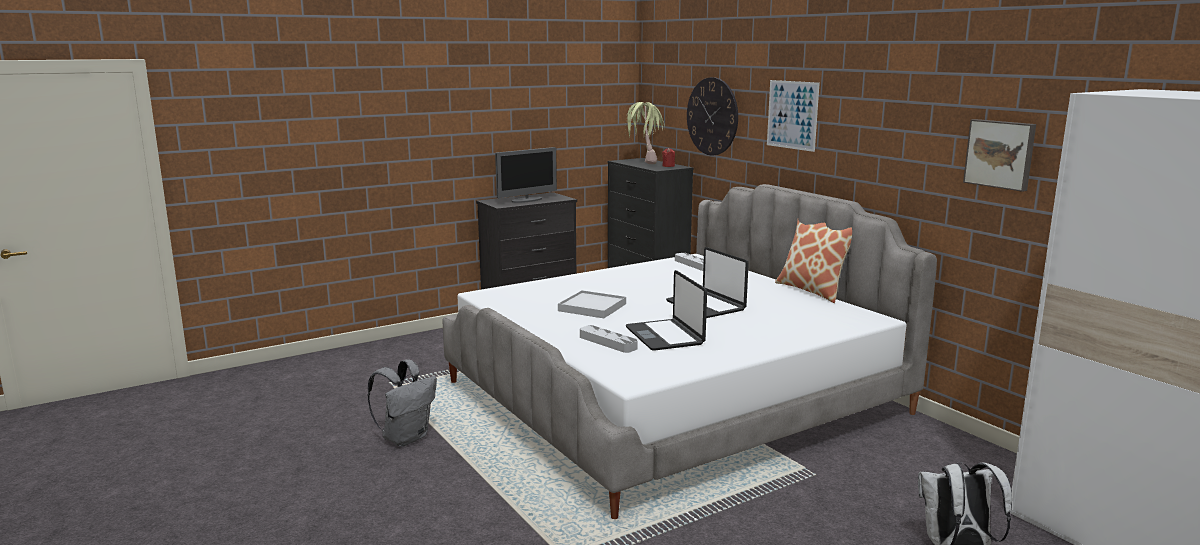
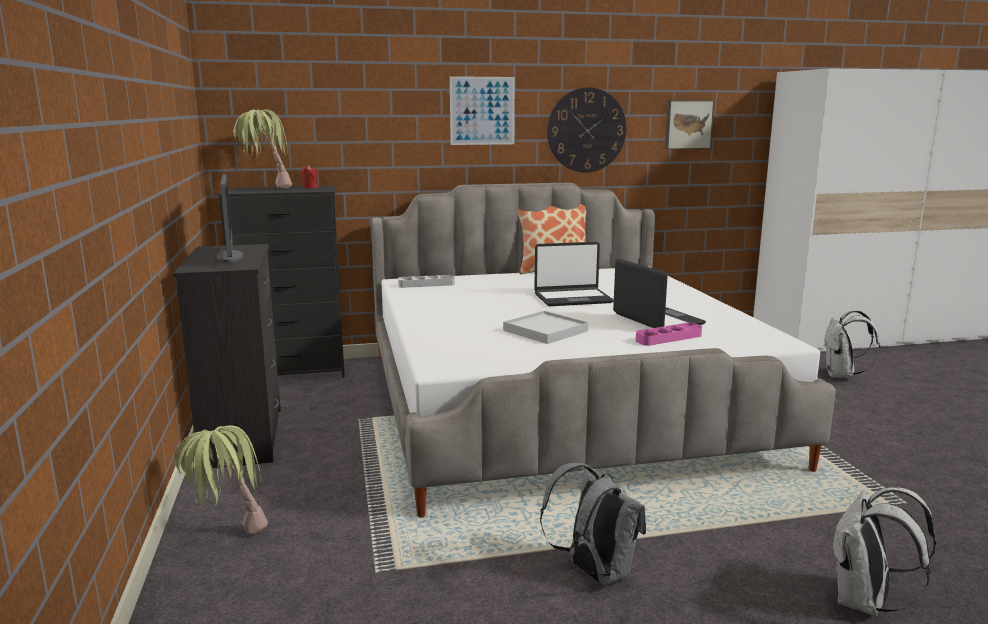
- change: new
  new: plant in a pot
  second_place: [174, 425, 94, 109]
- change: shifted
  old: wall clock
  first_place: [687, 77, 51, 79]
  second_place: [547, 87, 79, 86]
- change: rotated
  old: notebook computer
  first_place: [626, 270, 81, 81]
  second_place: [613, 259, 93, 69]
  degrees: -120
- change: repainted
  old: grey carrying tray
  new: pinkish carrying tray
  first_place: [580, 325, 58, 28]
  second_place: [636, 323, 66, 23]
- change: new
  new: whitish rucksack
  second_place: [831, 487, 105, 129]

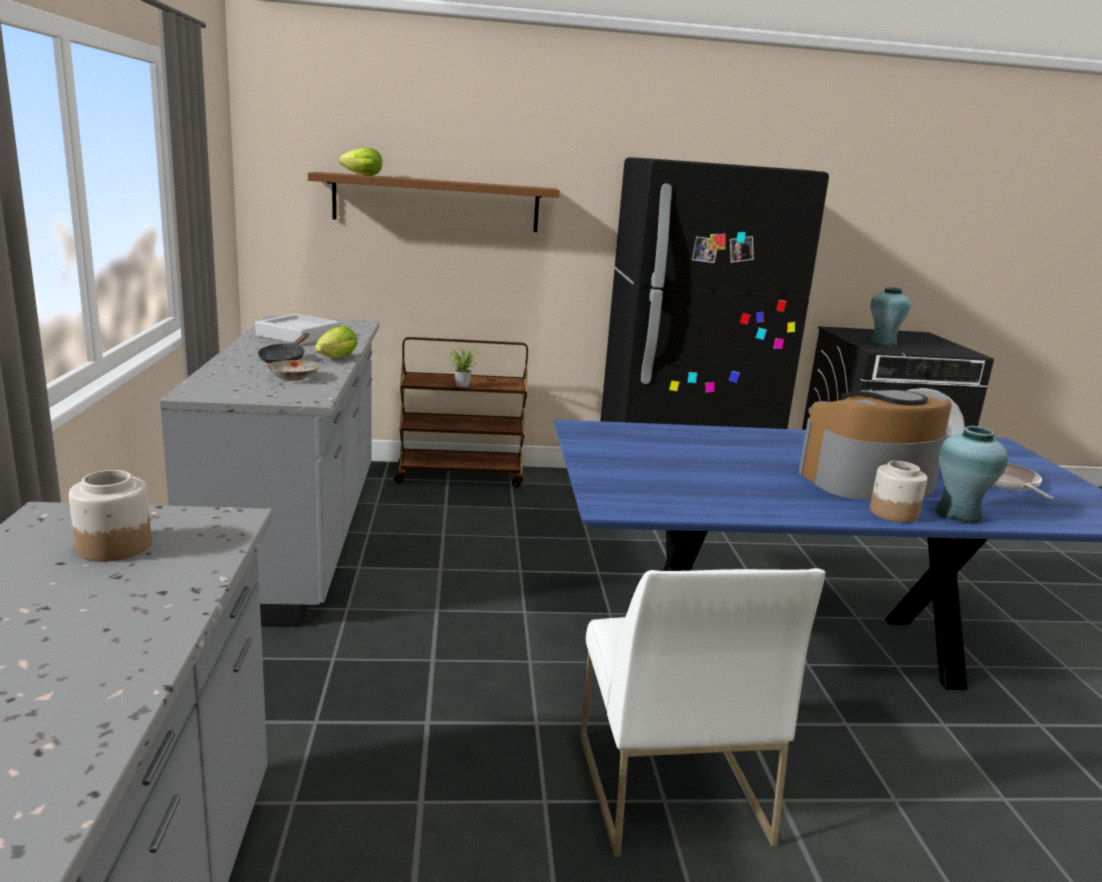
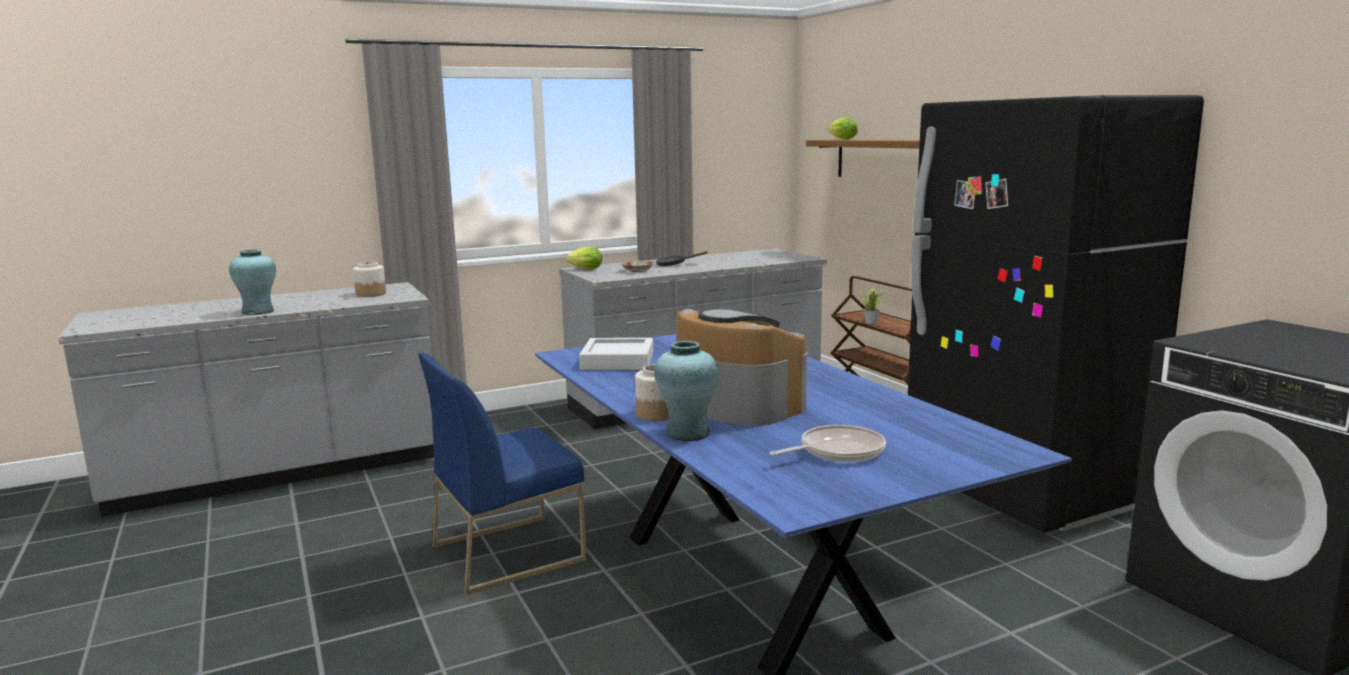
- change: shifted
  old: blue-green vase
  first_place: [870, 287, 41, 59]
  second_place: [229, 249, 47, 66]
- change: repainted
  old: whitish chair
  new: blue-coloured chair
  first_place: [580, 568, 246, 290]
  second_place: [418, 353, 169, 242]
- change: shifted
  old: lettuce
  first_place: [315, 326, 43, 32]
  second_place: [566, 247, 36, 22]
- change: shifted
  old: grey carrying tray
  first_place: [255, 314, 86, 31]
  second_place: [579, 338, 74, 32]

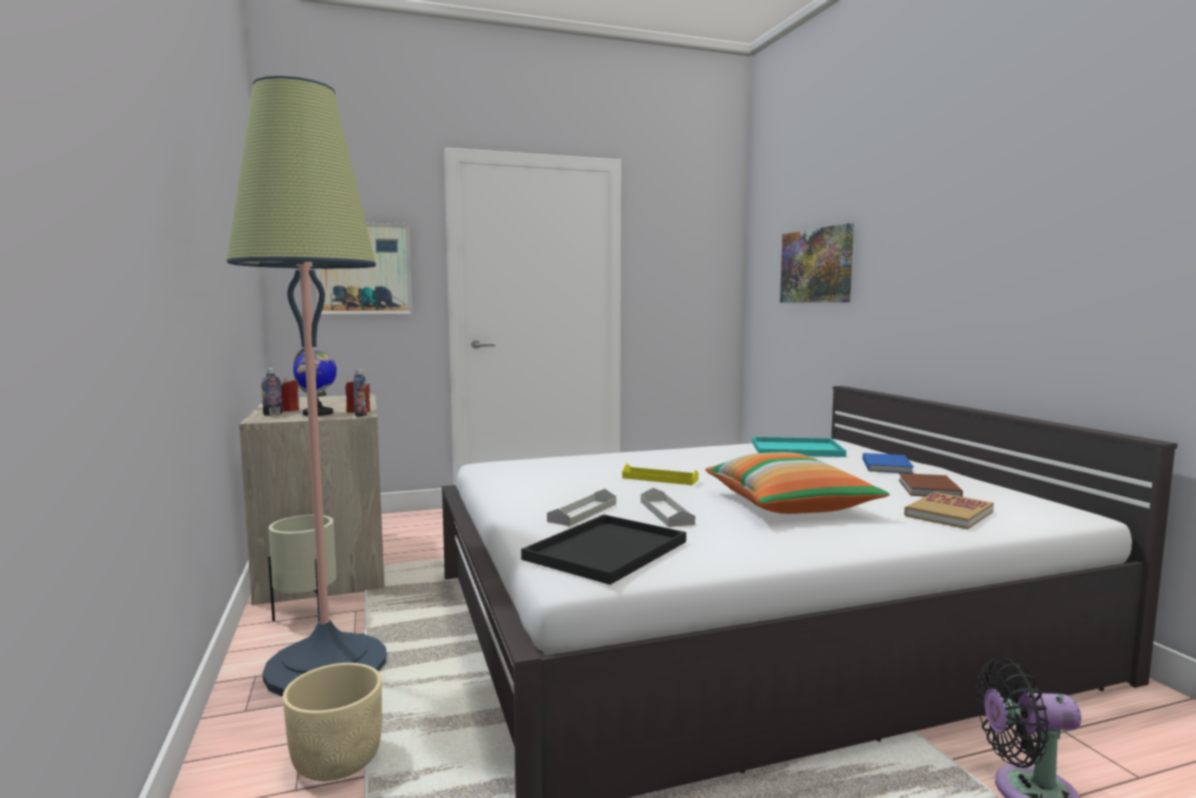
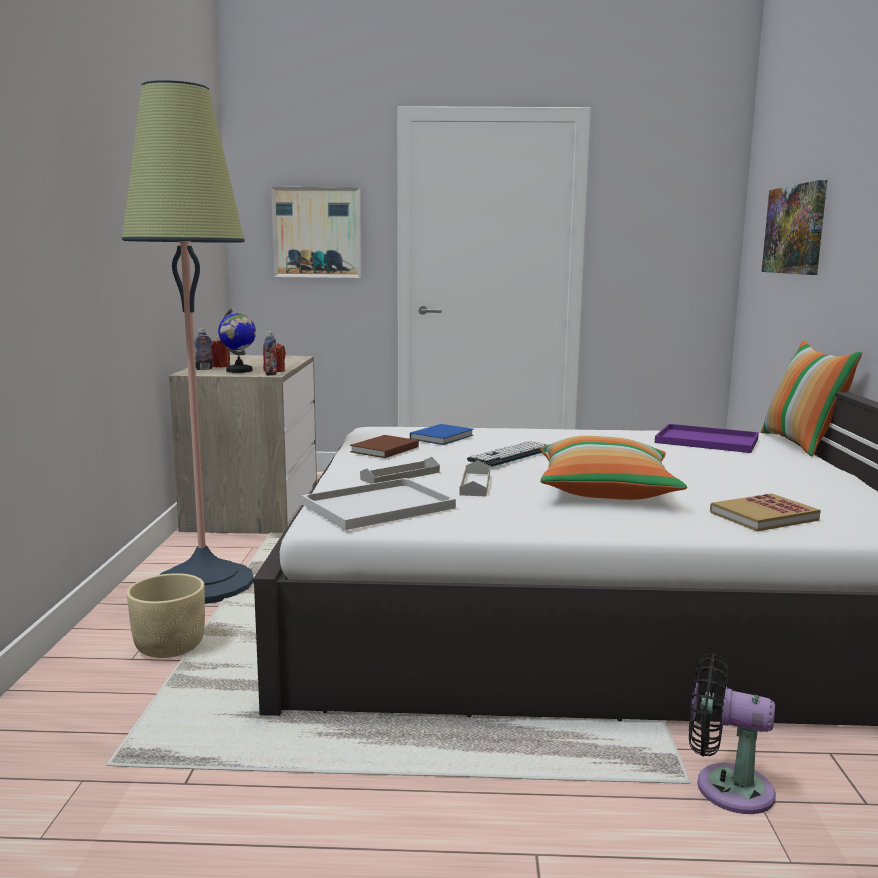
- change: repainted
  old: blackish carrying tray
  new: whitish carrying tray
  first_place: [521, 515, 165, 70]
  second_place: [302, 478, 154, 52]
- change: shifted
  old: brownish book
  first_place: [899, 473, 64, 24]
  second_place: [350, 435, 69, 23]
- change: shifted
  old: blue-coloured book
  first_place: [863, 453, 51, 21]
  second_place: [410, 424, 64, 21]
- change: swapped
  old: yellow-coloured carrying tray
  new: keyboard
  first_place: [622, 463, 77, 22]
  second_place: [467, 441, 83, 26]
- change: repainted
  old: blue-green carrying tray
  new: purple-coloured carrying tray
  first_place: [752, 437, 94, 20]
  second_place: [655, 424, 104, 29]
- change: new
  new: throw pillow
  second_place: [761, 340, 101, 116]
- change: gone
  old: beige-coloured plant pot
  first_place: [268, 515, 68, 107]

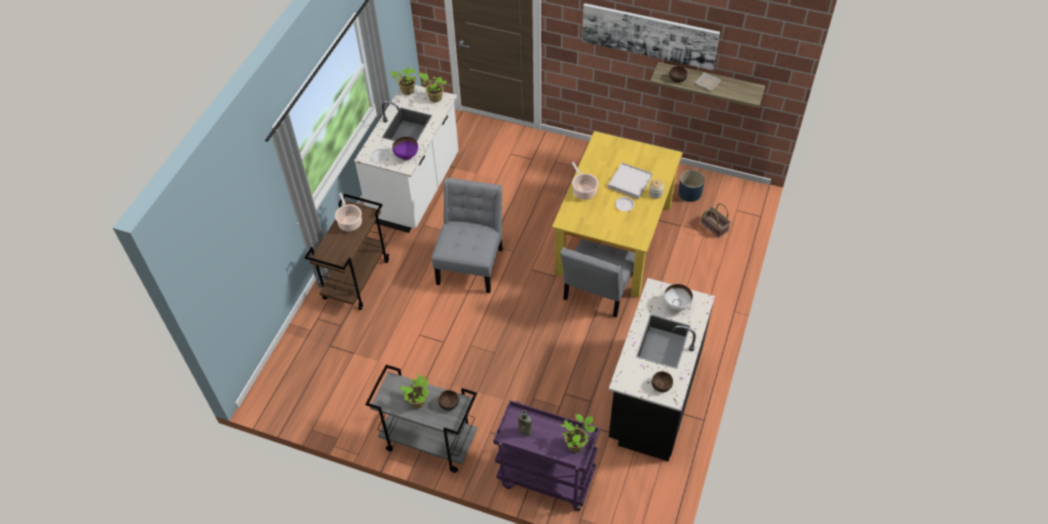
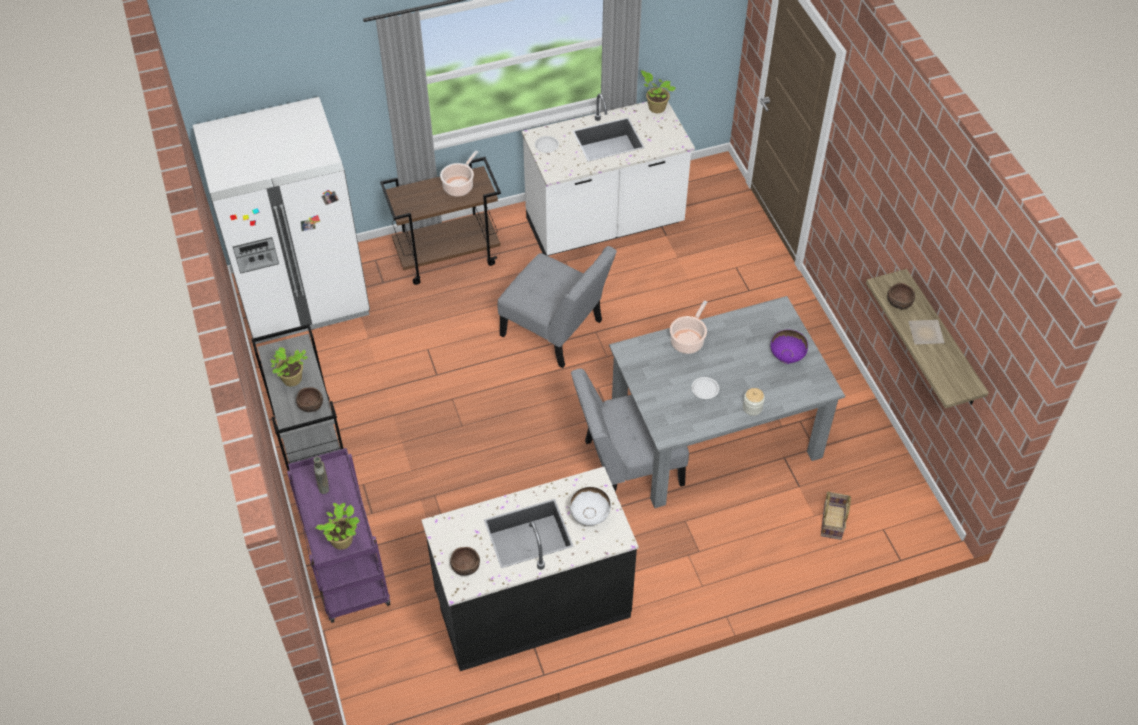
- change: new
  new: whitish fridge
  second_place: [192, 97, 178, 247]
- change: rotated
  old: grey chair
  first_place: [432, 177, 71, 116]
  second_place: [498, 246, 119, 122]
  degrees: 60
- change: repainted
  old: yellow-coloured dining table
  new: grey dining table
  first_place: [552, 131, 131, 166]
  second_place: [609, 296, 236, 212]
- change: shifted
  old: purple-coloured deep dish
  first_place: [392, 136, 26, 25]
  second_place: [771, 330, 37, 34]
- change: gone
  old: plant in a pot
  first_place: [418, 73, 29, 30]
- change: gone
  old: wall art
  first_place: [582, 3, 138, 67]
- change: gone
  old: whitish carrying tray
  first_place: [608, 162, 44, 37]
- change: gone
  old: blue-coloured plant pot
  first_place: [678, 170, 27, 32]

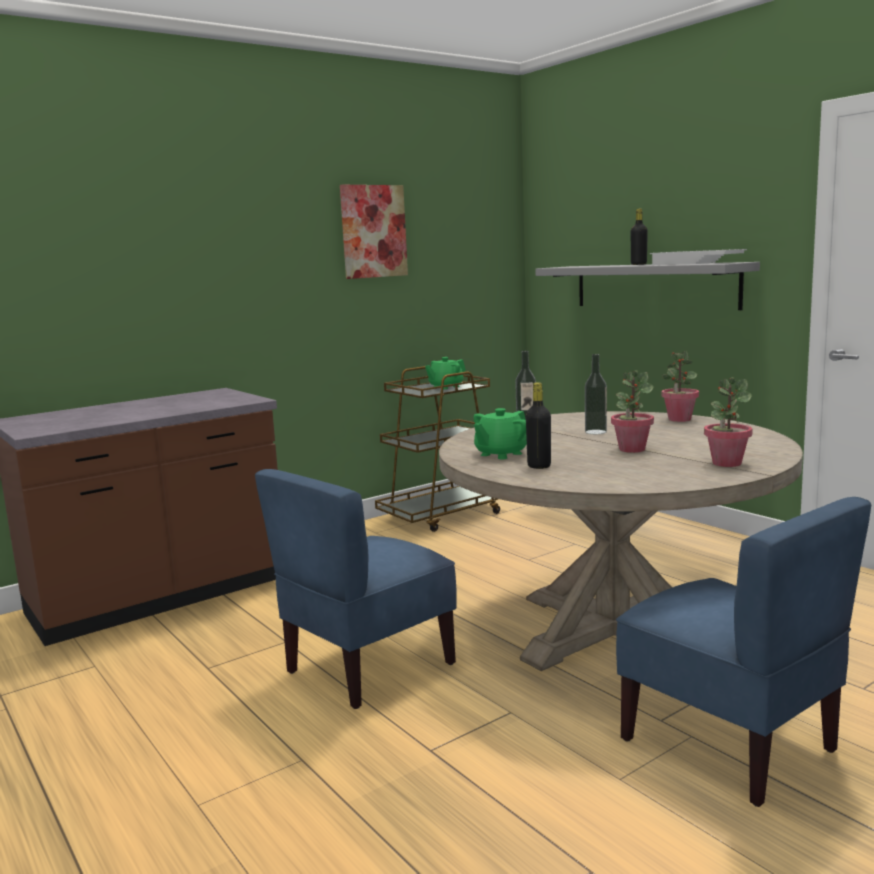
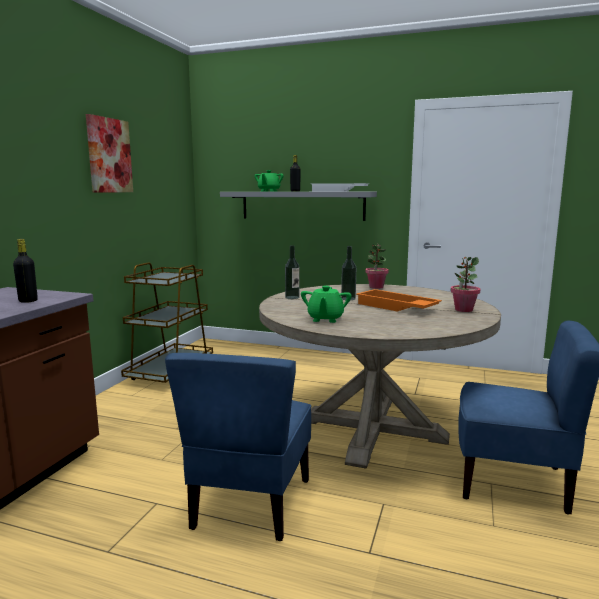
- change: shifted
  old: blackish bottle
  first_place: [526, 382, 25, 87]
  second_place: [13, 239, 25, 64]
- change: shifted
  old: green tea pot
  first_place: [425, 357, 41, 32]
  second_place: [255, 170, 29, 21]
- change: swapped
  old: plant in a pot
  new: orange-coloured carrying tray
  first_place: [611, 370, 43, 83]
  second_place: [356, 289, 86, 23]

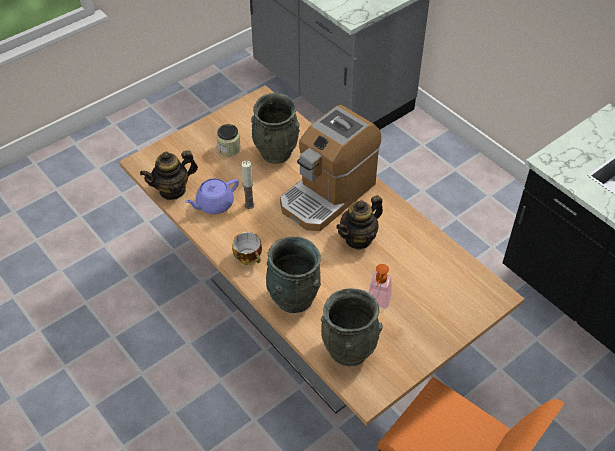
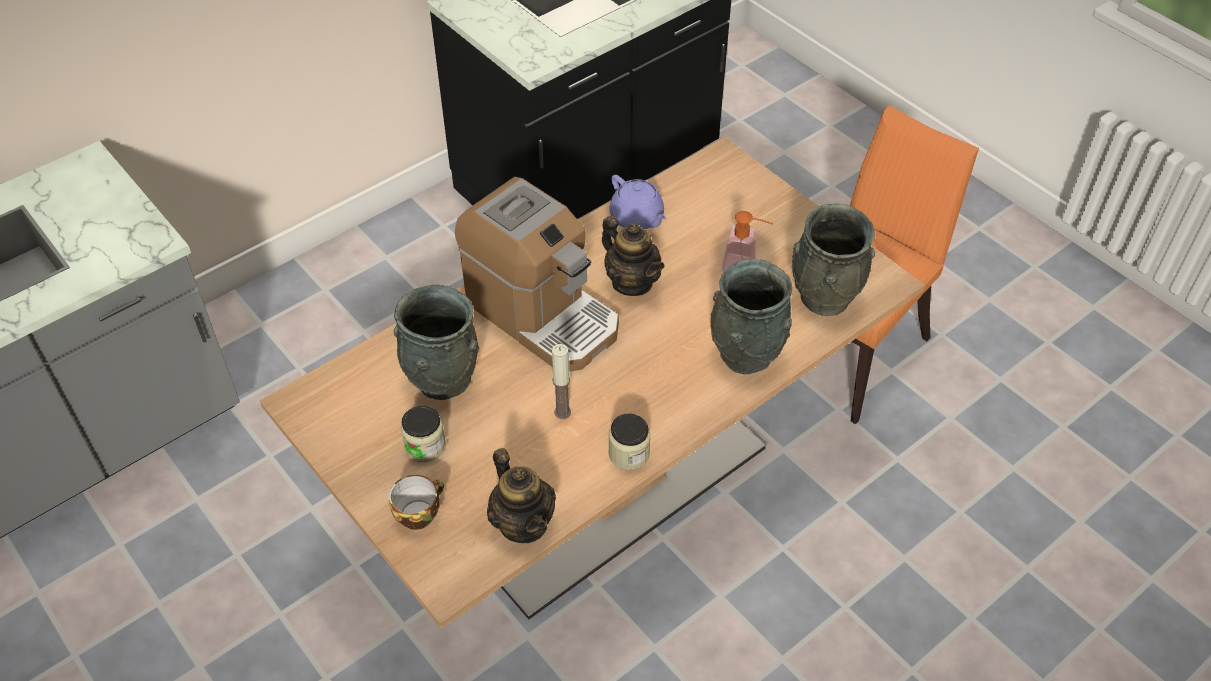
- change: shifted
  old: drinking cup
  first_place: [232, 232, 30, 33]
  second_place: [389, 475, 55, 55]
- change: shifted
  old: purple-coloured tea pot
  first_place: [185, 178, 54, 36]
  second_place: [609, 175, 57, 54]
- change: new
  new: preserve jar
  second_place: [609, 413, 42, 57]

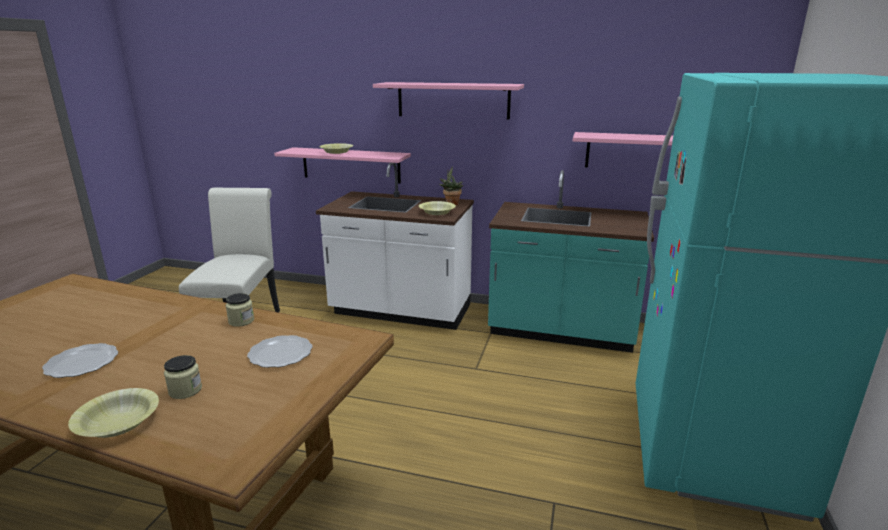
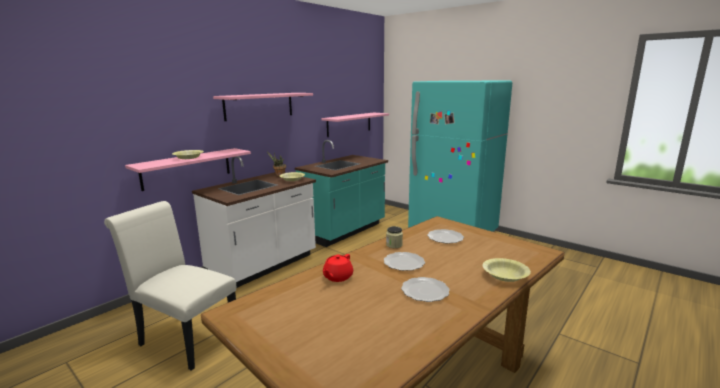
- change: new
  new: red-coloured tea pot
  second_place: [323, 254, 30, 28]
- change: new
  new: flat dish
  second_place: [384, 252, 41, 19]
- change: gone
  old: preserve jar
  first_place: [164, 355, 38, 44]

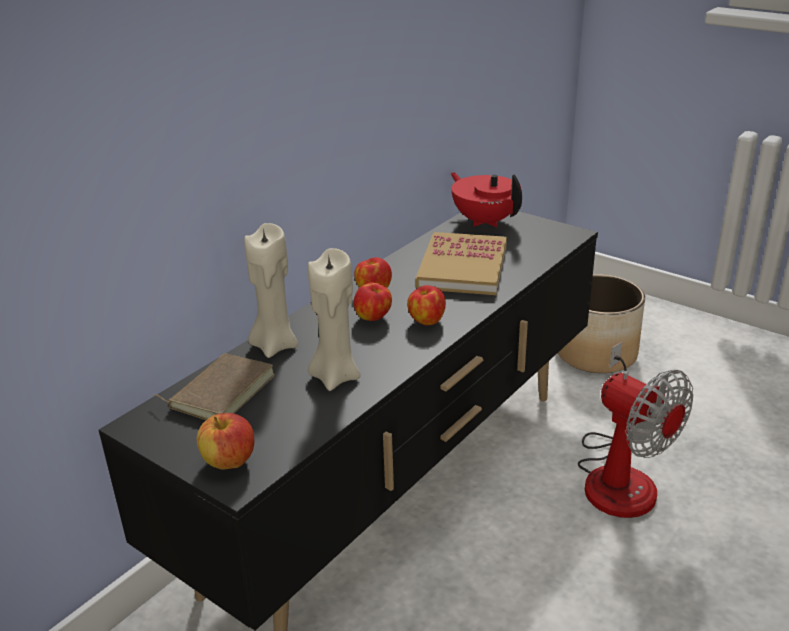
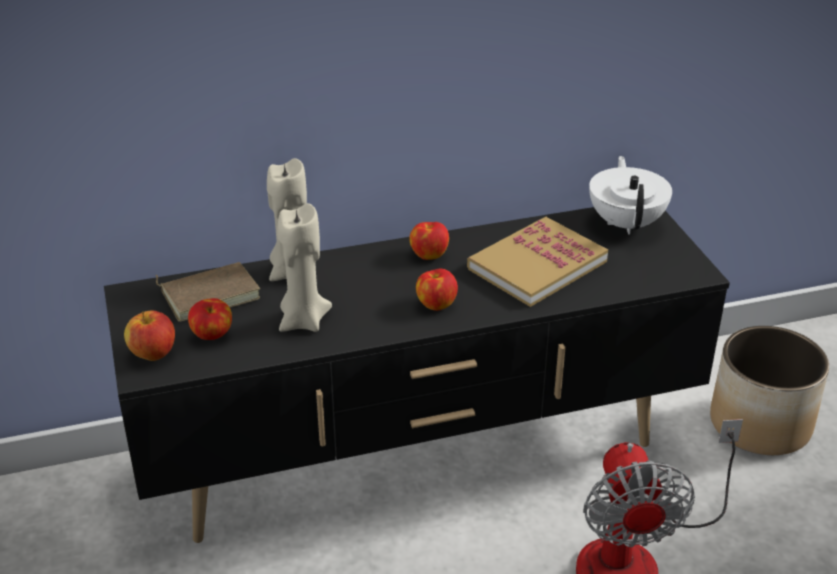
- change: shifted
  old: apple fruit
  first_place: [354, 282, 38, 39]
  second_place: [188, 298, 44, 42]
- change: repainted
  old: red-coloured tea pot
  new: whitish tea pot
  first_place: [451, 172, 71, 55]
  second_place: [589, 156, 83, 78]

